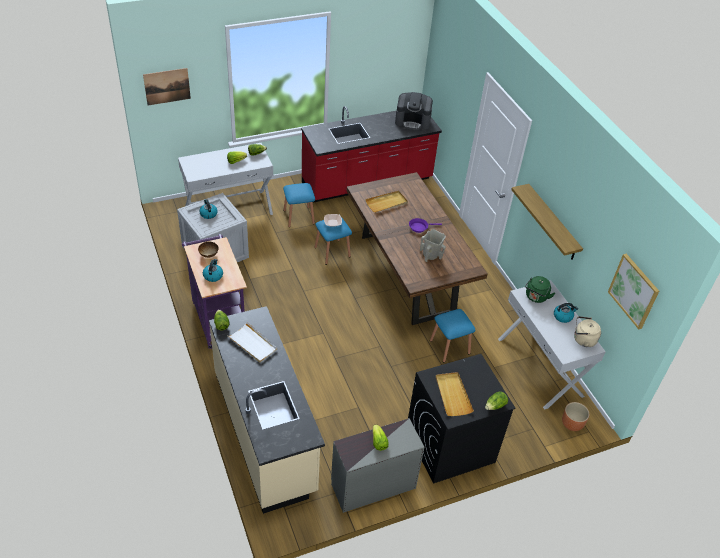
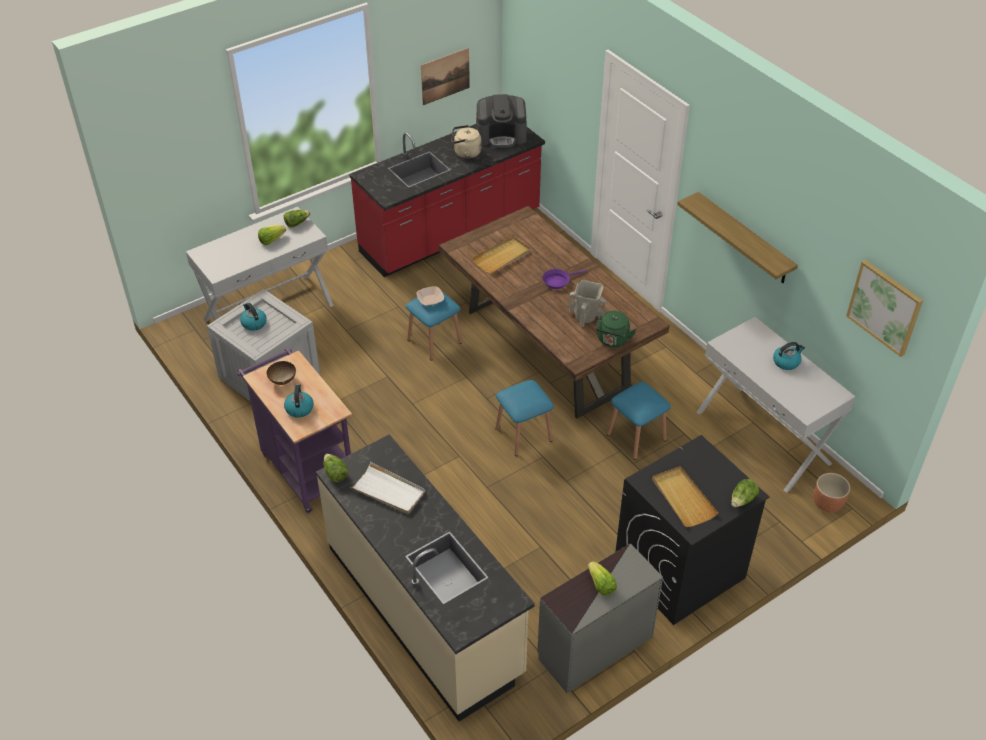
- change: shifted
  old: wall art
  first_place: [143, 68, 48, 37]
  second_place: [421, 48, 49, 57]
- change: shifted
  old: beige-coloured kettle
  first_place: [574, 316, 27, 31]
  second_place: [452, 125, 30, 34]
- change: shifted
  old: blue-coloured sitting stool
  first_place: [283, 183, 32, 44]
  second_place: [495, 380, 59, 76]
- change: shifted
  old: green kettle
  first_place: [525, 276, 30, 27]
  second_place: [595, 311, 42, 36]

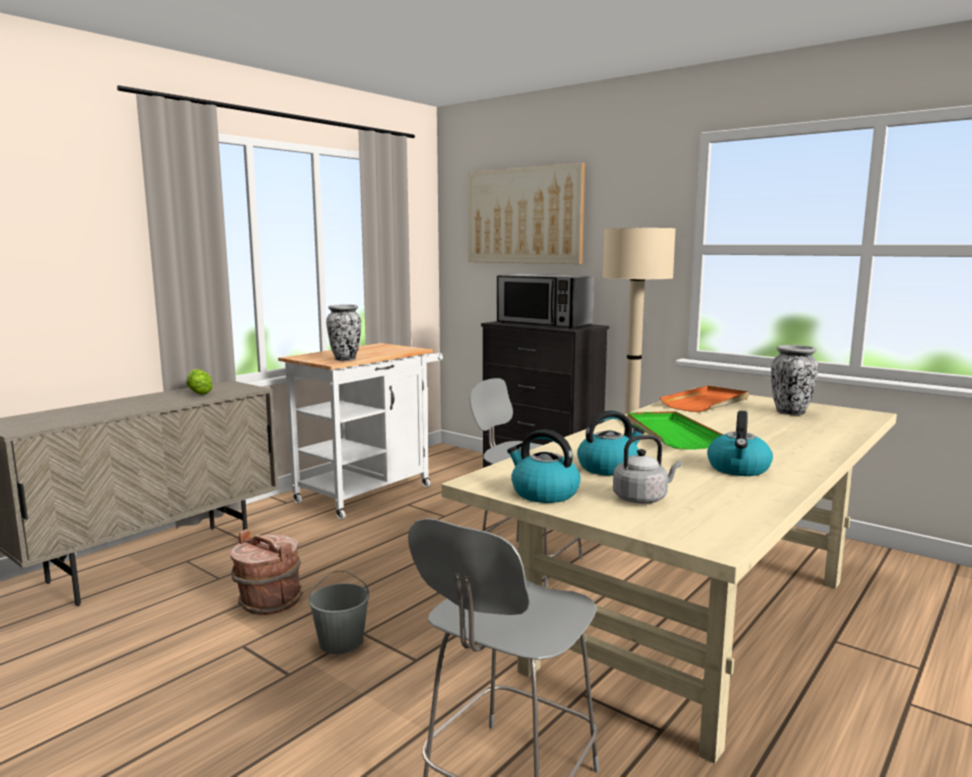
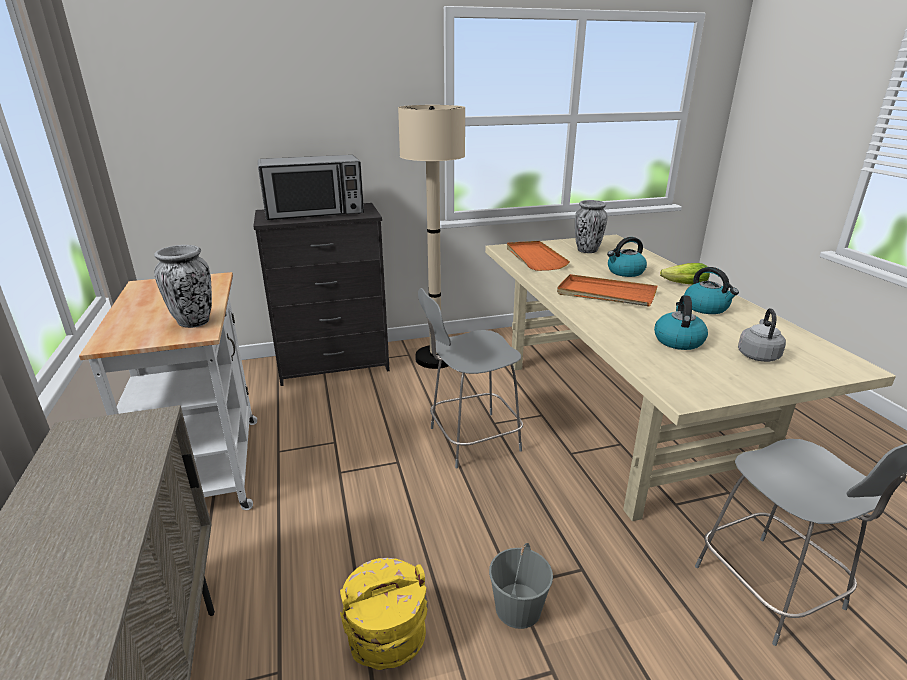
- change: repainted
  old: brownish pail
  new: yellow-coloured pail
  first_place: [230, 529, 73, 86]
  second_place: [340, 558, 88, 112]
- change: repainted
  old: green carrying tray
  new: orange-coloured carrying tray
  first_place: [627, 411, 96, 38]
  second_place: [557, 274, 100, 33]
- change: shifted
  old: kettle
  first_place: [507, 429, 74, 74]
  second_place: [607, 237, 40, 40]
- change: shifted
  old: lettuce
  first_place: [186, 369, 27, 26]
  second_place: [660, 263, 50, 21]
- change: gone
  old: wall art
  first_place: [468, 163, 117, 101]

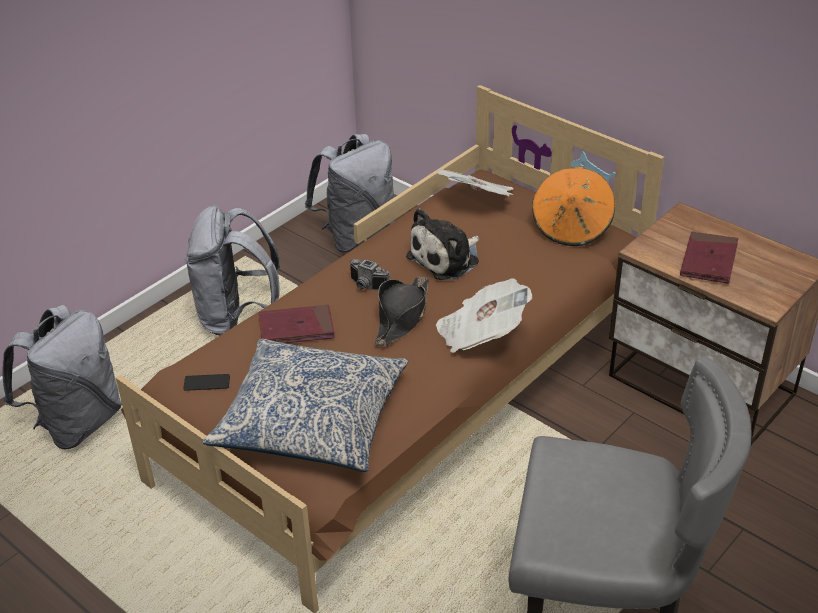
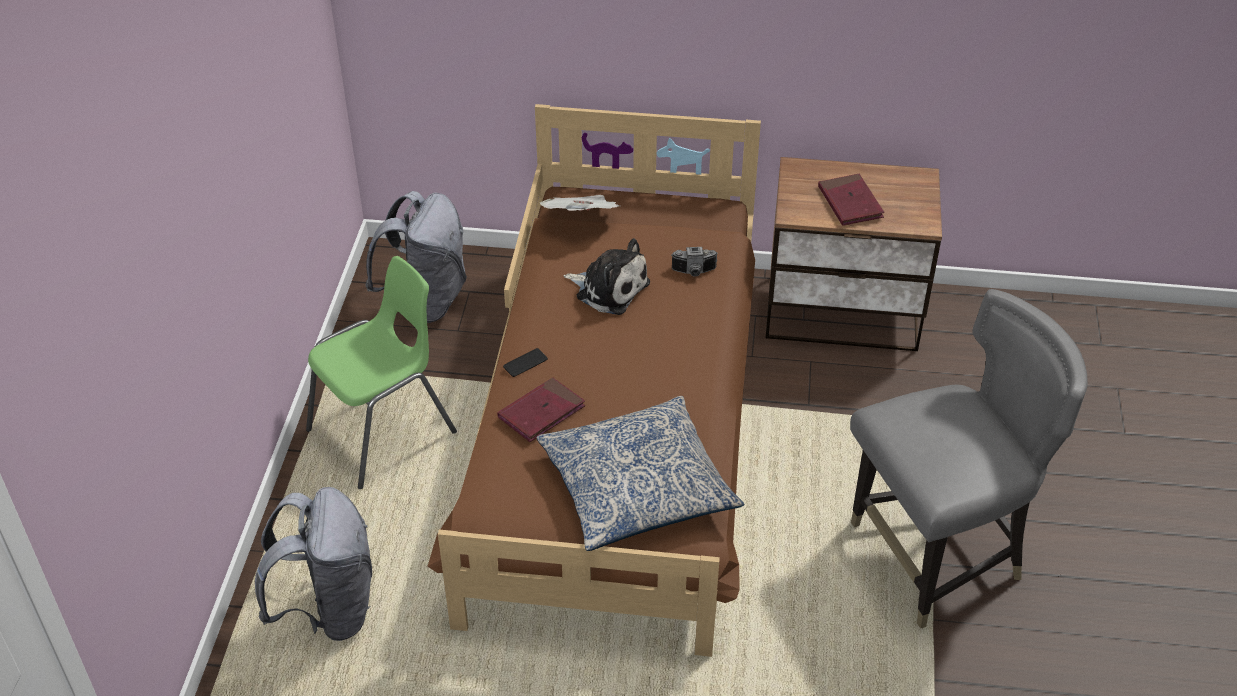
- change: swapped
  old: grey rucksack
  new: green chair
  first_place: [184, 205, 96, 130]
  second_place: [306, 256, 151, 233]
- change: shifted
  old: phone
  first_place: [183, 374, 47, 17]
  second_place: [503, 348, 45, 29]
- change: rotated
  old: soft toy
  first_place: [406, 208, 73, 72]
  second_place: [563, 238, 87, 77]
  degrees: -75
- change: shifted
  old: still camera
  first_place: [350, 259, 40, 31]
  second_place: [671, 247, 47, 30]
- change: gone
  old: blackish hat
  first_place: [374, 276, 55, 70]
- change: gone
  old: newspaper
  first_place: [436, 279, 96, 74]
- change: gone
  old: orange-coloured hat
  first_place: [532, 166, 83, 80]

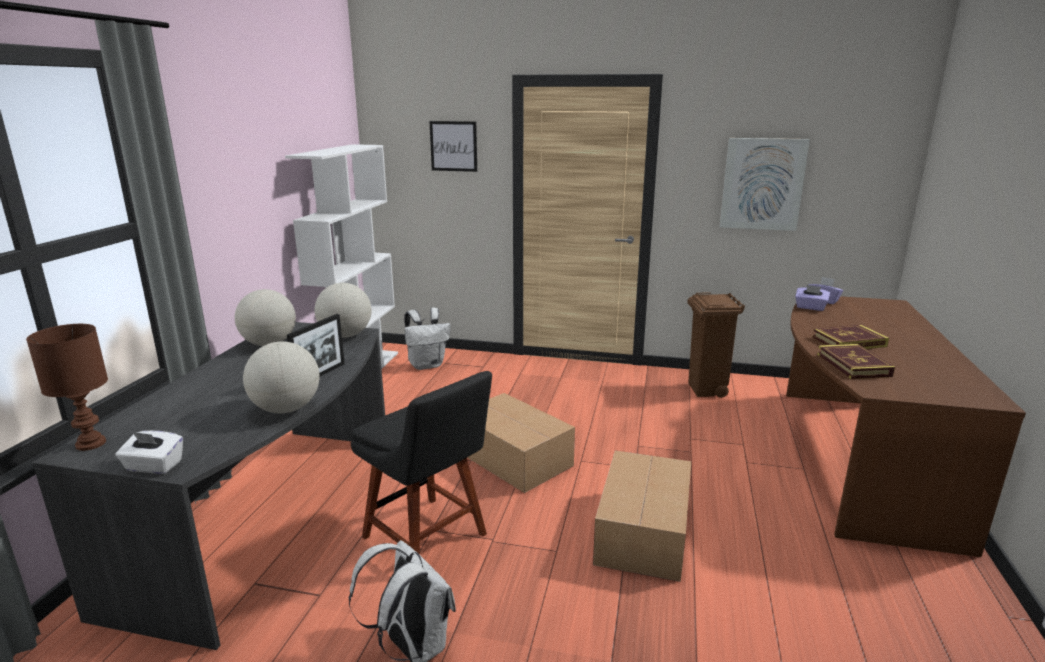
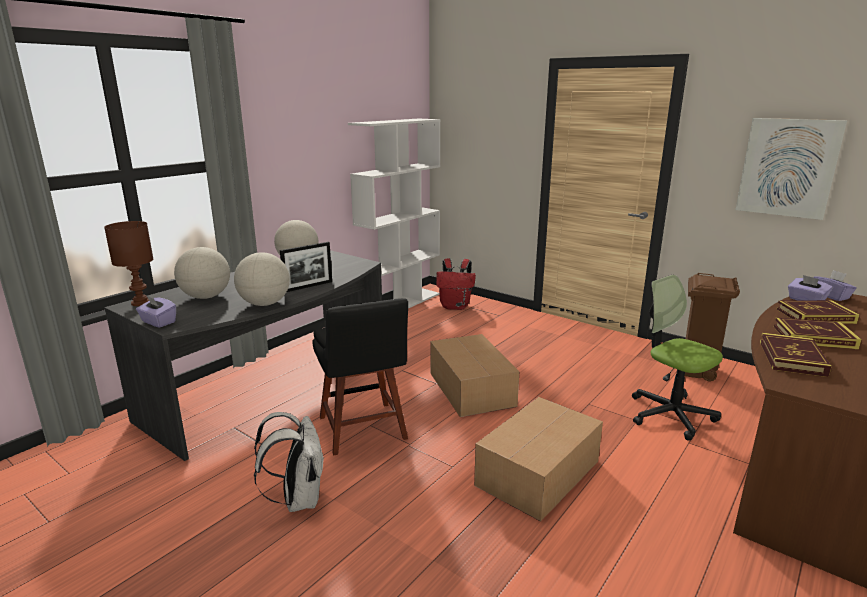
- change: repainted
  old: whitish tissue box
  new: purple-coloured tissue box
  first_place: [116, 431, 67, 43]
  second_place: [136, 296, 40, 32]
- change: shifted
  old: world globe
  first_place: [314, 283, 58, 55]
  second_place: [174, 247, 56, 52]
- change: repainted
  old: whitish rucksack
  new: red-coloured rucksack
  first_place: [404, 307, 47, 63]
  second_place: [436, 258, 40, 52]
- change: new
  new: office chair
  second_place: [632, 275, 91, 166]
- change: new
  new: book
  second_place: [777, 300, 82, 24]
- change: gone
  old: wall art
  first_place: [430, 121, 47, 51]

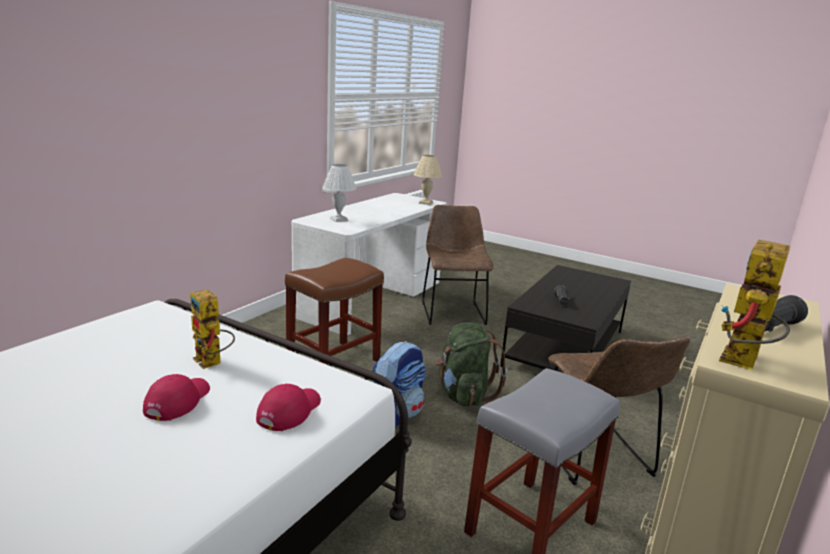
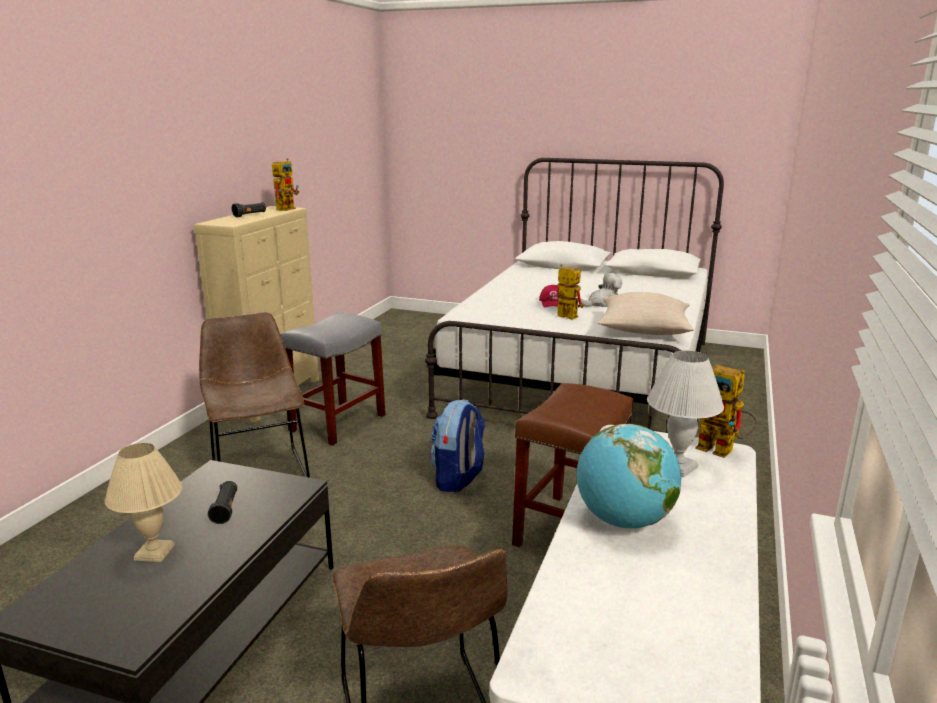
- change: shifted
  old: beige-coloured tabletop lamp
  first_place: [414, 155, 28, 50]
  second_place: [104, 443, 79, 119]
- change: new
  new: world globe
  second_place: [577, 424, 104, 104]
- change: new
  new: soft toy
  second_place: [581, 273, 41, 34]
- change: new
  new: beige-coloured throw pillow
  second_place: [598, 292, 96, 43]
- change: new
  new: robot figure
  second_place: [695, 365, 63, 93]
- change: gone
  old: red-coloured baseball cap
  first_place: [256, 384, 65, 47]
- change: gone
  old: green rucksack
  first_place: [435, 322, 72, 84]

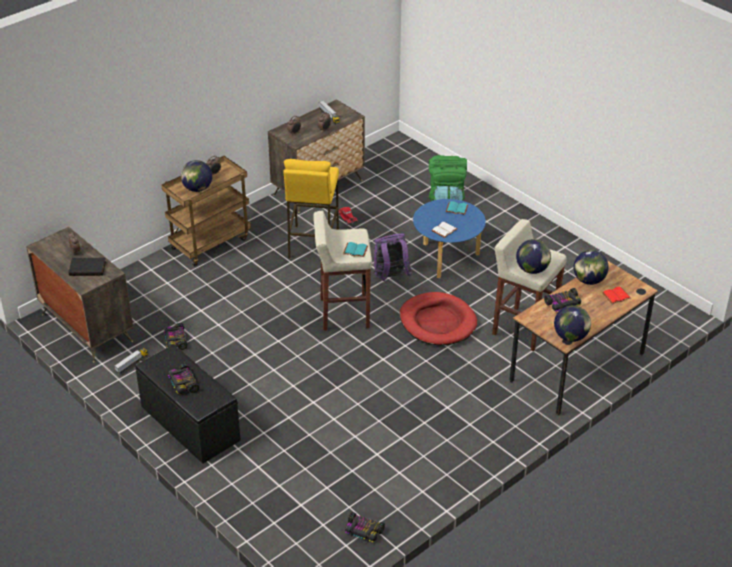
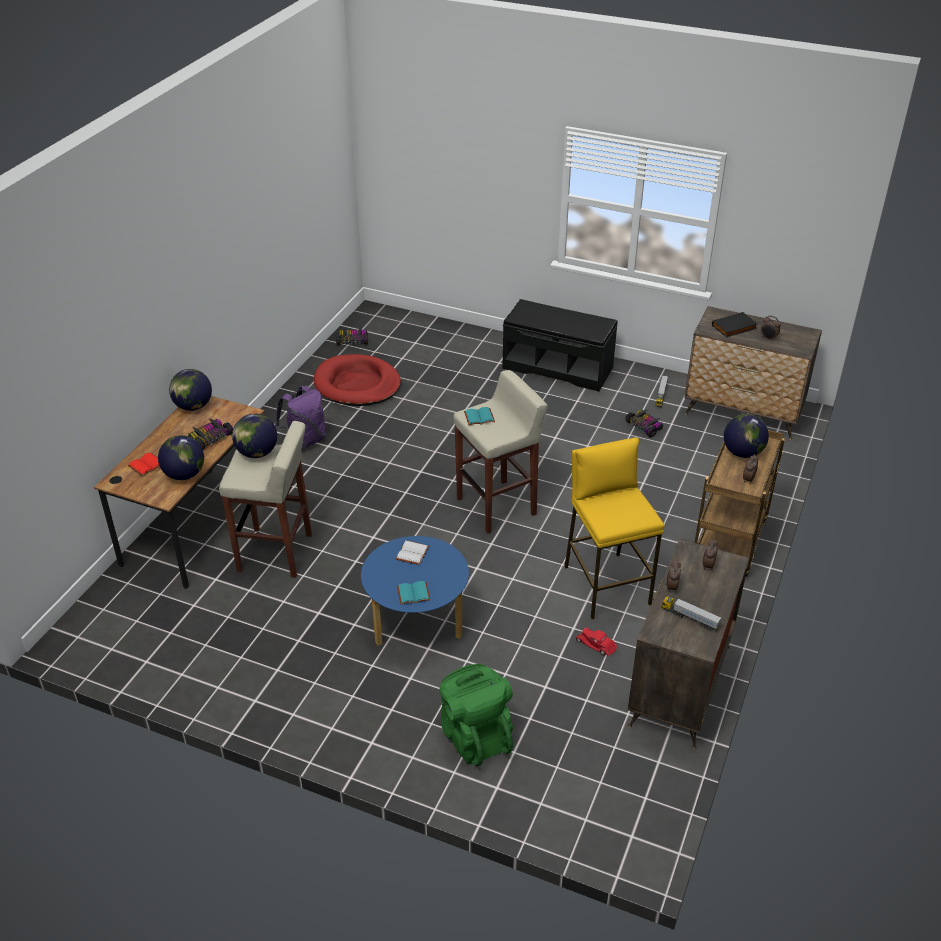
- change: shifted
  old: purple-coloured rucksack
  first_place: [374, 233, 38, 48]
  second_place: [275, 385, 51, 65]
- change: shifted
  old: red-coloured pet bed
  first_place: [400, 292, 77, 54]
  second_place: [314, 354, 87, 52]
- change: gone
  old: model car
  first_place: [168, 364, 31, 30]

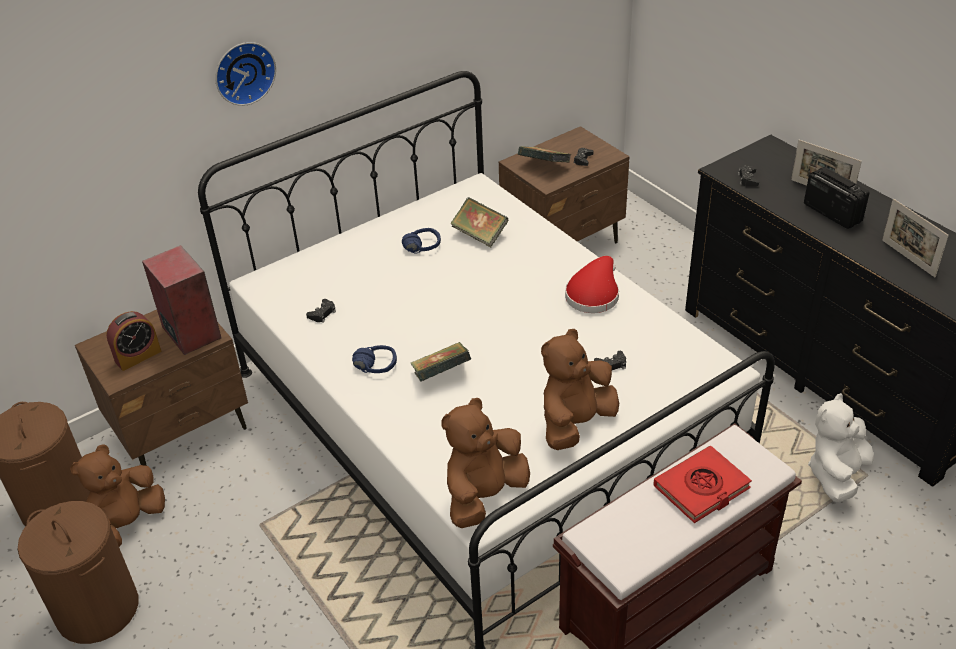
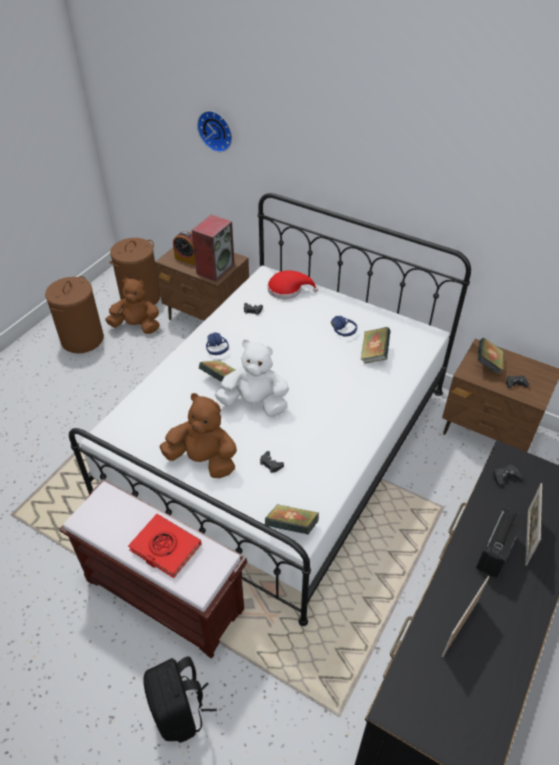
- change: new
  new: blackish rucksack
  second_place: [143, 656, 74, 87]
- change: shifted
  old: wall clock
  first_place: [215, 42, 61, 64]
  second_place: [197, 111, 35, 42]
- change: shifted
  old: whitish soft toy
  first_place: [808, 393, 66, 109]
  second_place: [215, 339, 74, 78]
- change: new
  new: book
  second_place: [265, 504, 54, 30]
- change: shifted
  old: red-coloured hat
  first_place: [565, 256, 54, 57]
  second_place: [268, 271, 50, 28]
- change: gone
  old: brownish soft toy
  first_place: [441, 398, 89, 130]

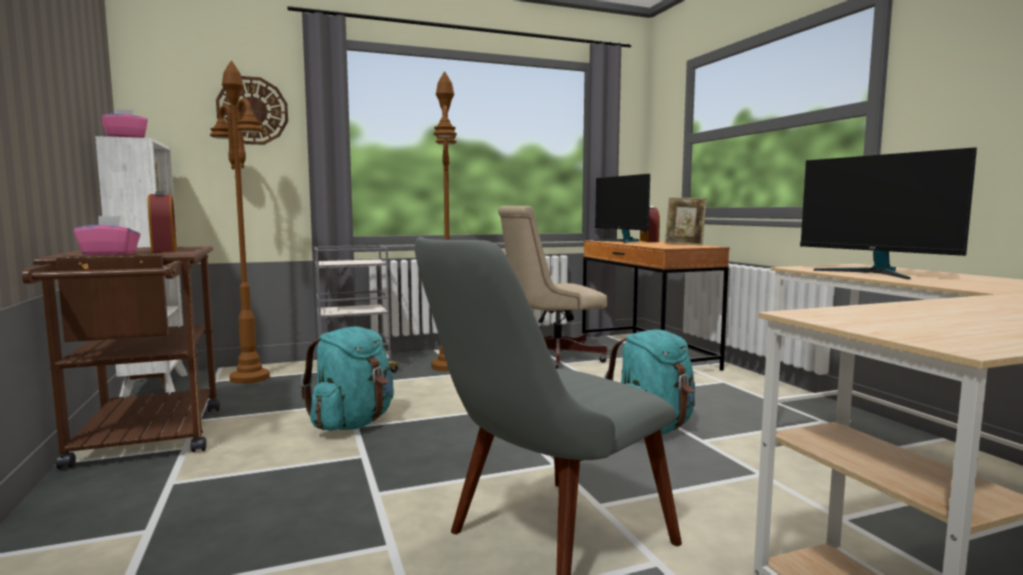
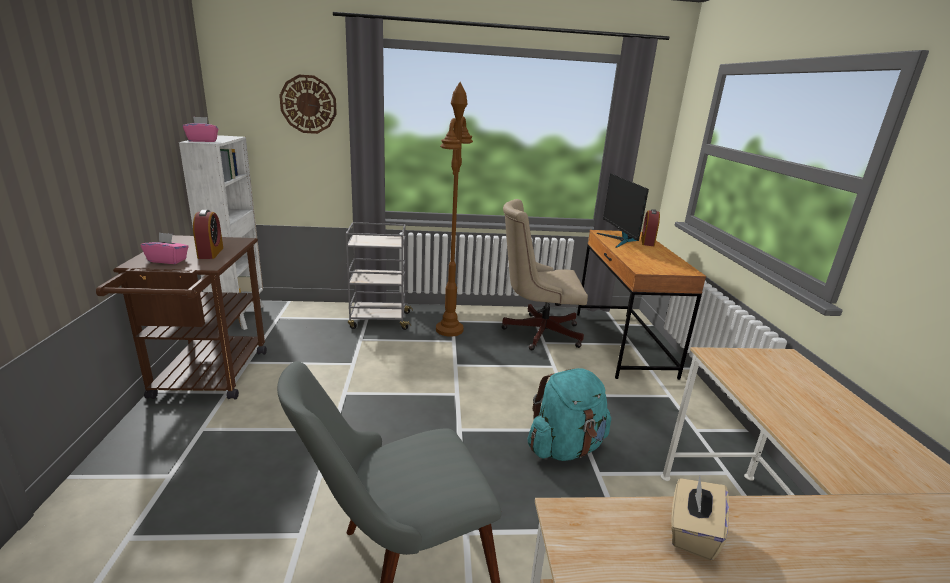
- change: new
  new: beige-coloured tissue box
  second_place: [671, 476, 58, 84]
- change: gone
  old: brownish floor lamp
  first_place: [210, 60, 60, 324]
- change: gone
  old: blue-green rucksack
  first_place: [301, 327, 93, 104]
- change: gone
  old: photo frame
  first_place: [665, 197, 42, 49]
- change: gone
  old: computer screen
  first_place: [800, 147, 177, 132]

